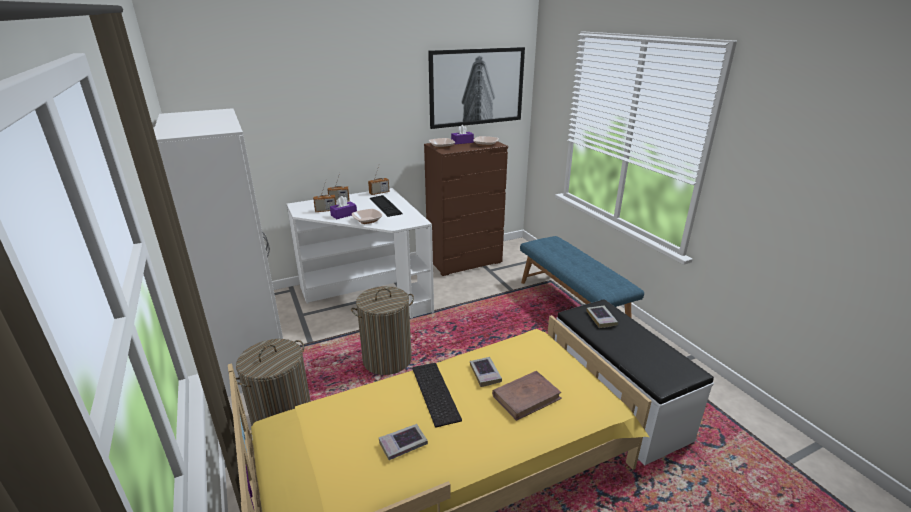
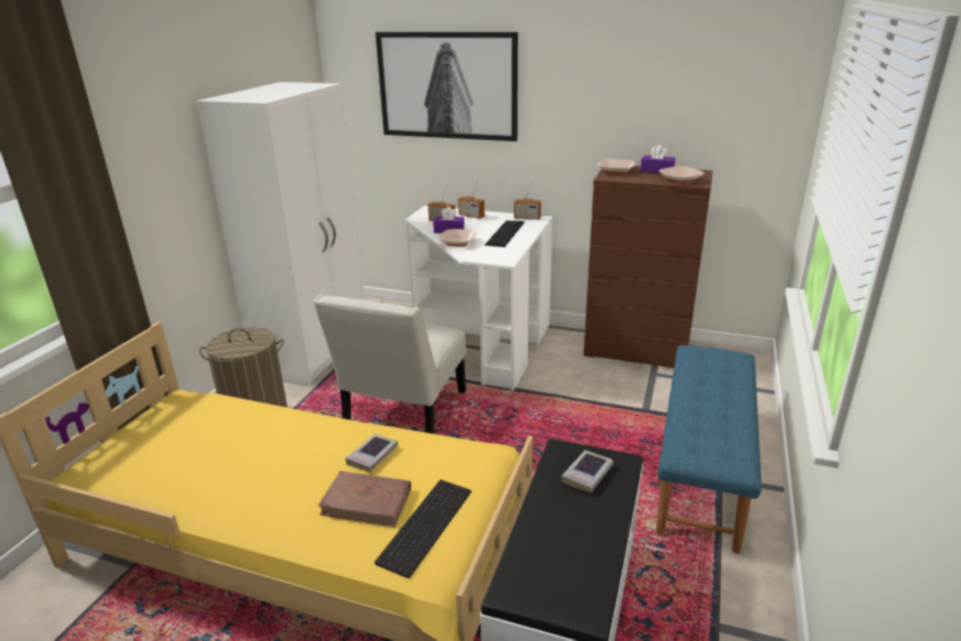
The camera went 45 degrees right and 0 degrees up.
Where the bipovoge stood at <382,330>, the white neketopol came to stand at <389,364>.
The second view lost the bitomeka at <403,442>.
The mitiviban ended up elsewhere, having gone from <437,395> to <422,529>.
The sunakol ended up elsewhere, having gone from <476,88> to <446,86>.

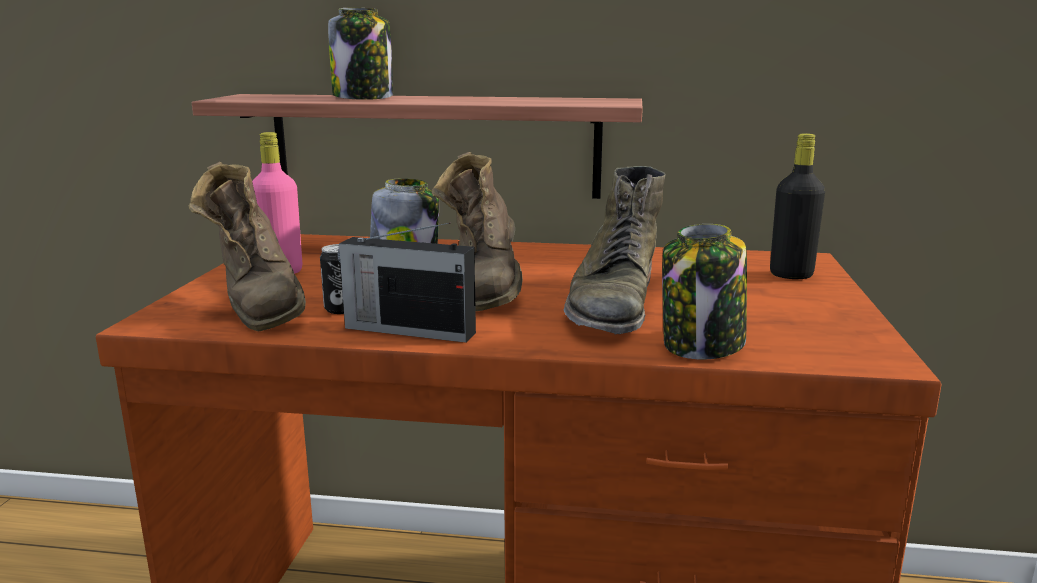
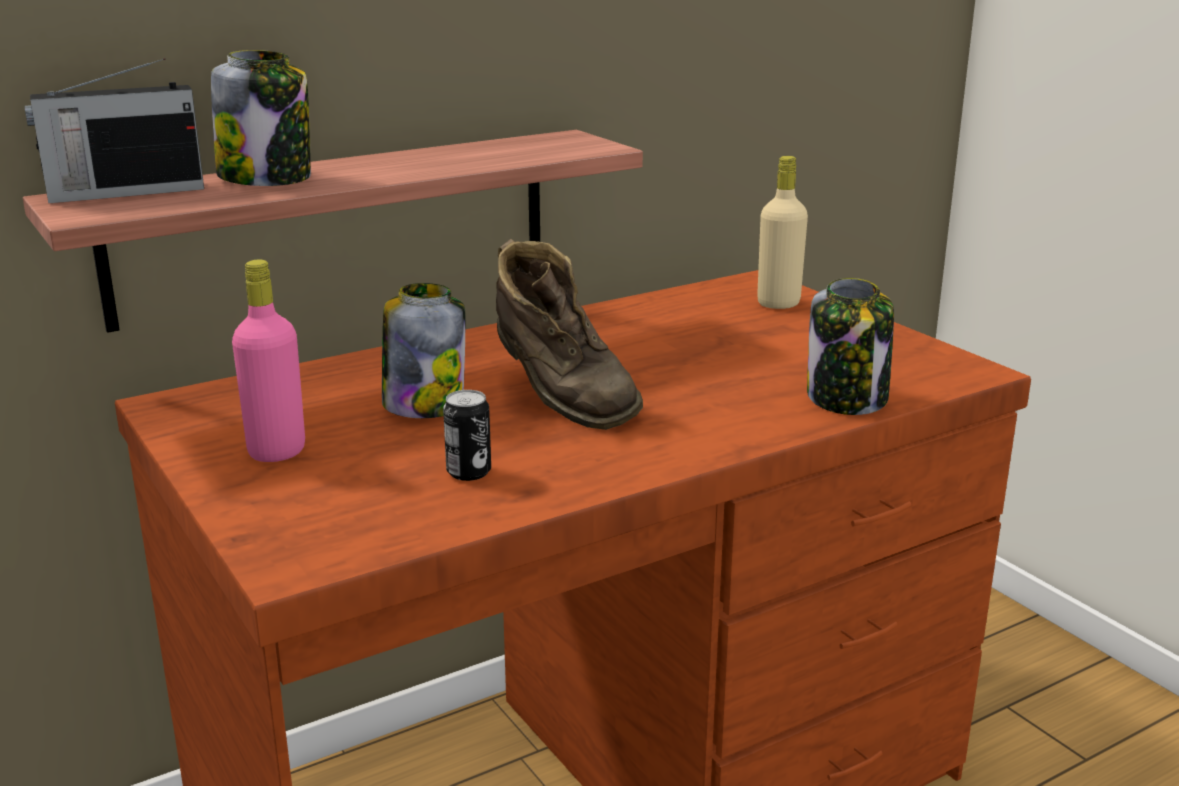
The camera went 40 degrees left and 5 degrees up.
The second view lost the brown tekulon at <247,247>.
The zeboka ended up elsewhere, having gone from <406,282> to <114,130>.
The second view lost the green tekulon at <615,250>.
What was the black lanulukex at <797,206> turned into the beige lanulukex at <782,232>.

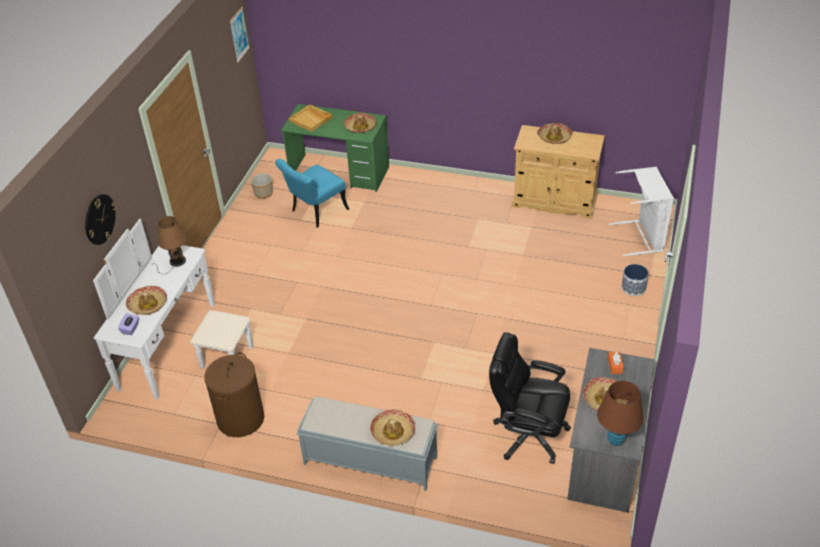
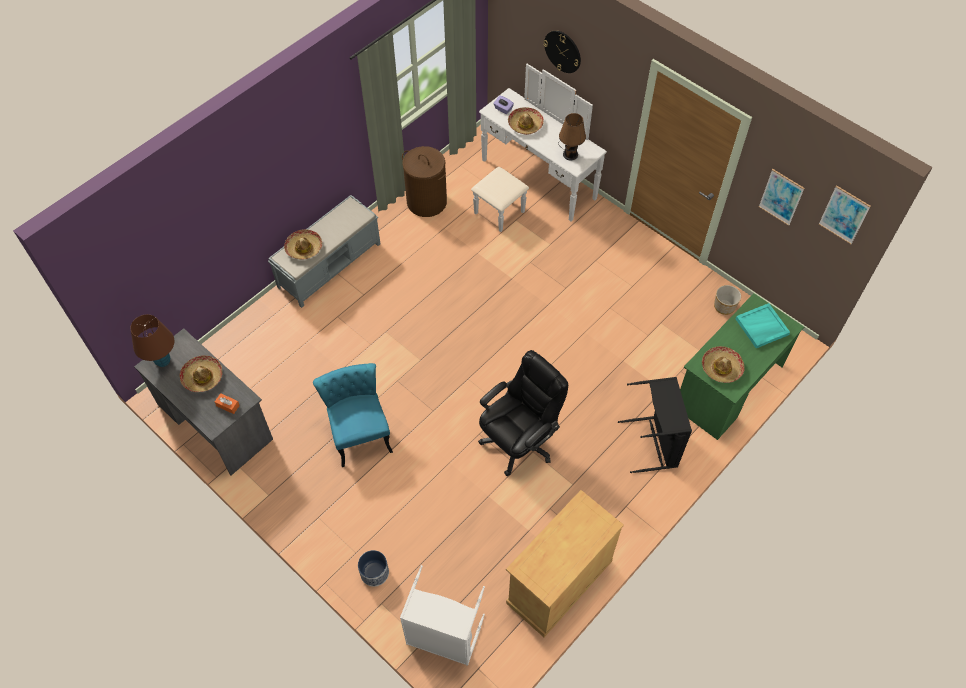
The camera went 115 degrees right and 15 degrees up.
The turquoise neketopol ended up elsewhere, having gone from <312,193> to <353,415>.
What was the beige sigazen at <310,118> turned into the turquoise sigazen at <763,325>.
The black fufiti ended up elsewhere, having gone from <530,398> to <523,413>.
The second view lost the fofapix at <554,133>.
The second view gained the black bipovoge at <655,425>.
The second view gained the sunakol at <782,197>.

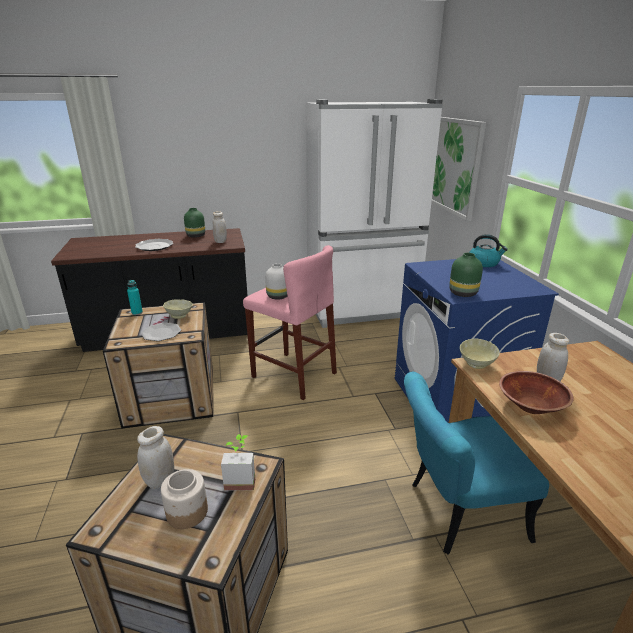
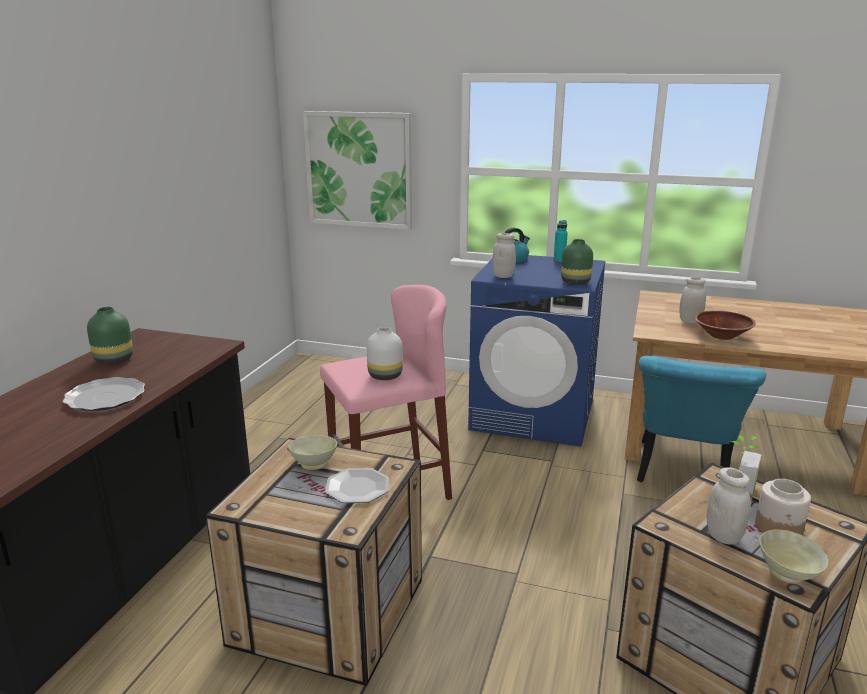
The camera went 60 degrees left and 5 degrees down.
The turquoise lanulukex ended up elsewhere, having gone from <135,297> to <561,241>.
The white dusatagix ended up elsewhere, having gone from <220,227> to <504,255>.
The second view lost the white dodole at <374,213>.
The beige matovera ended up elsewhere, having gone from <480,354> to <793,556>.

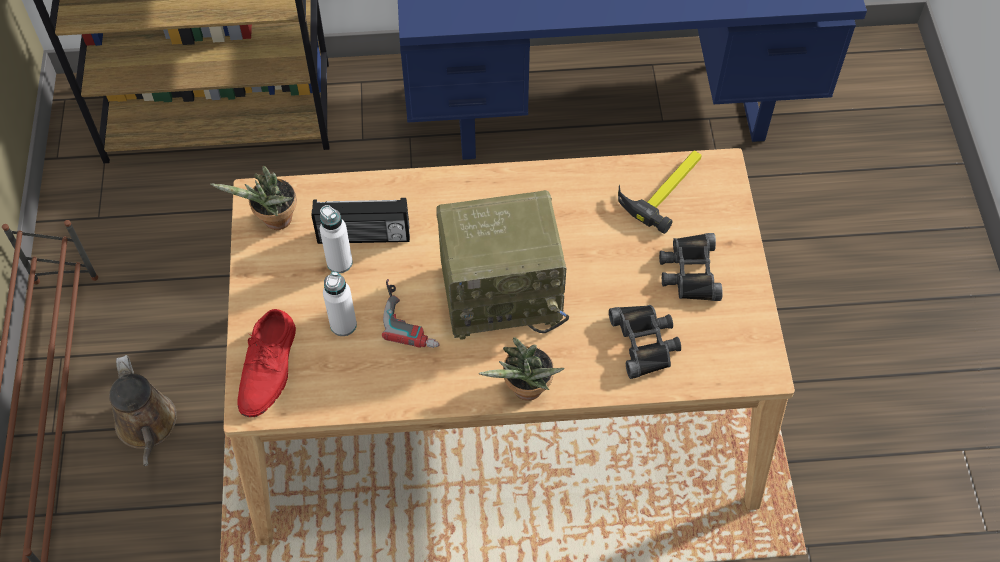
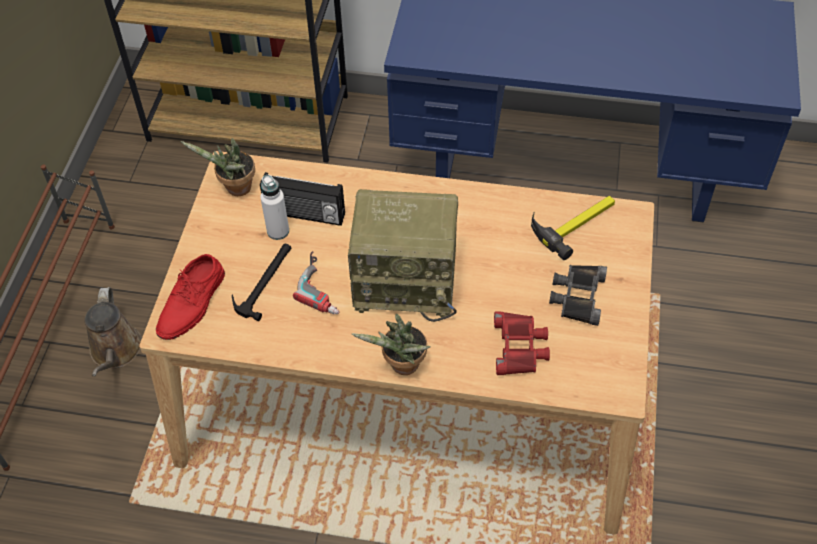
The camera went 15 degrees right and 5 degrees down.
Where the white lanulukex stood at <340,304>, the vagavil came to stand at <262,282>.
What was the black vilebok at <645,342> turned into the red vilebok at <522,343>.

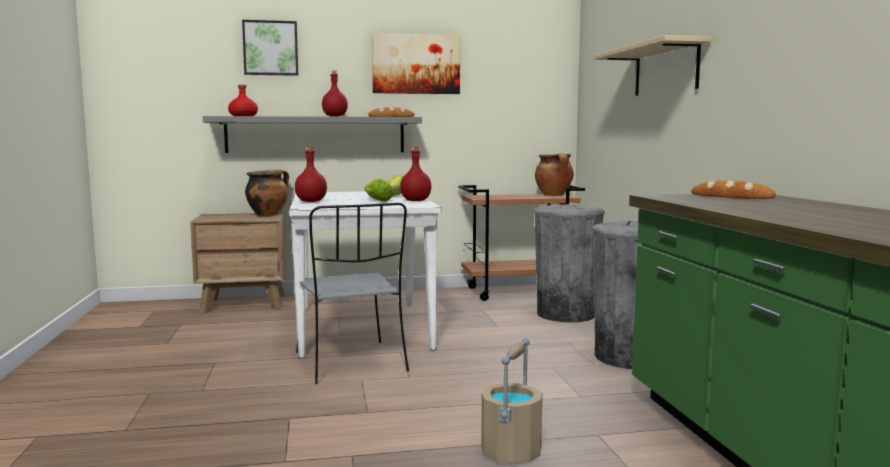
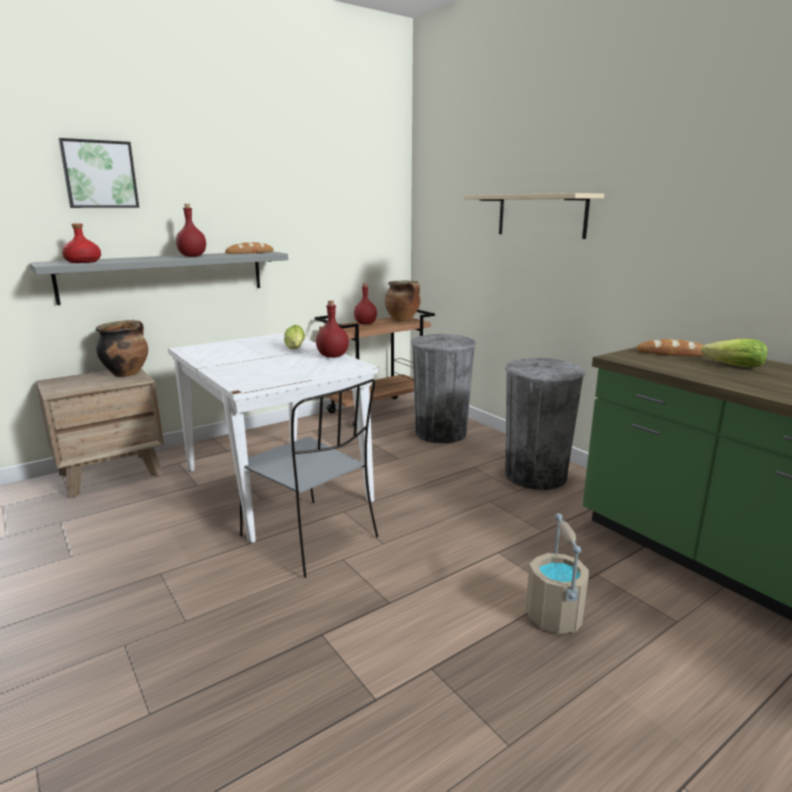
The camera went 25 degrees left and 10 degrees up.
The red lanulukex ended up elsewhere, having gone from <311,174> to <365,304>.
The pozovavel ended up elsewhere, having gone from <378,190> to <734,353>.
The second view lost the sunakol at <416,63>.

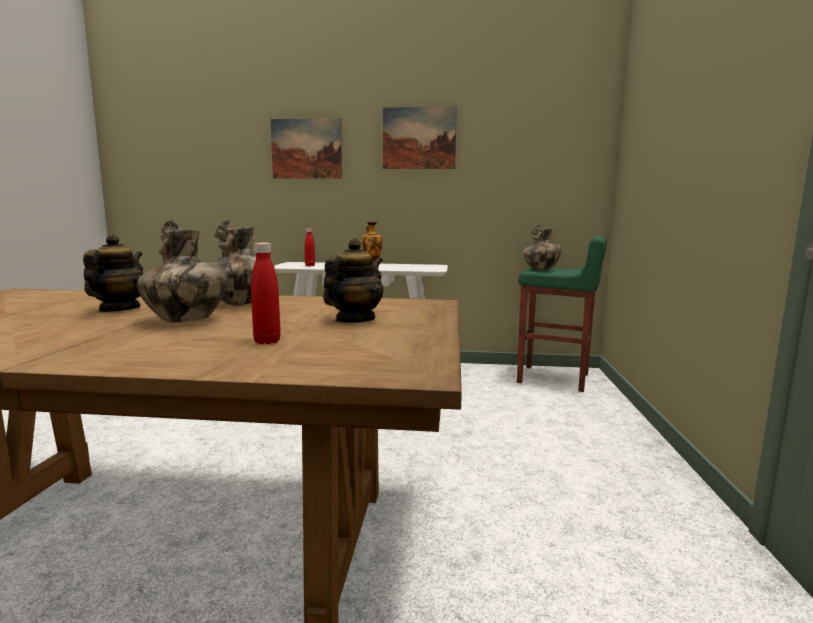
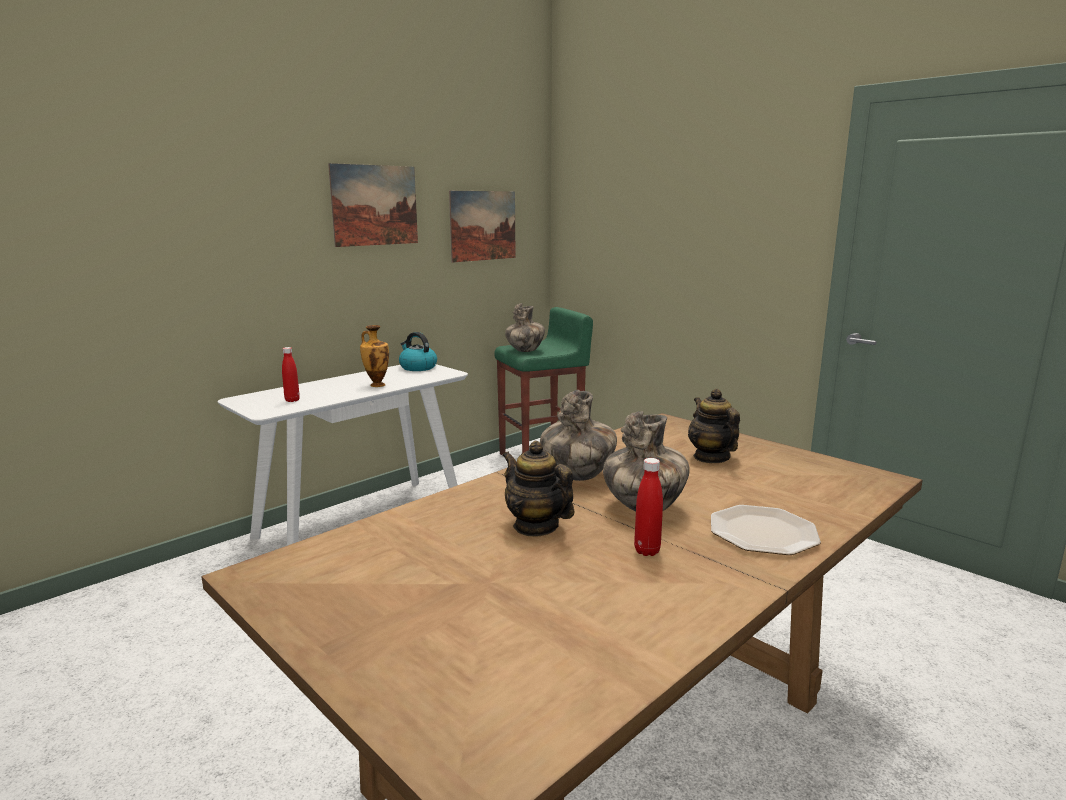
The camera went 50 degrees left and 5 degrees up.
The red lanulukex ended up elsewhere, having gone from <266,293> to <648,507>.
The sunakol ended up elsewhere, having gone from <306,148> to <482,227>.
The second view gained the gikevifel at <418,351>.
The second view gained the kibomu at <766,530>.

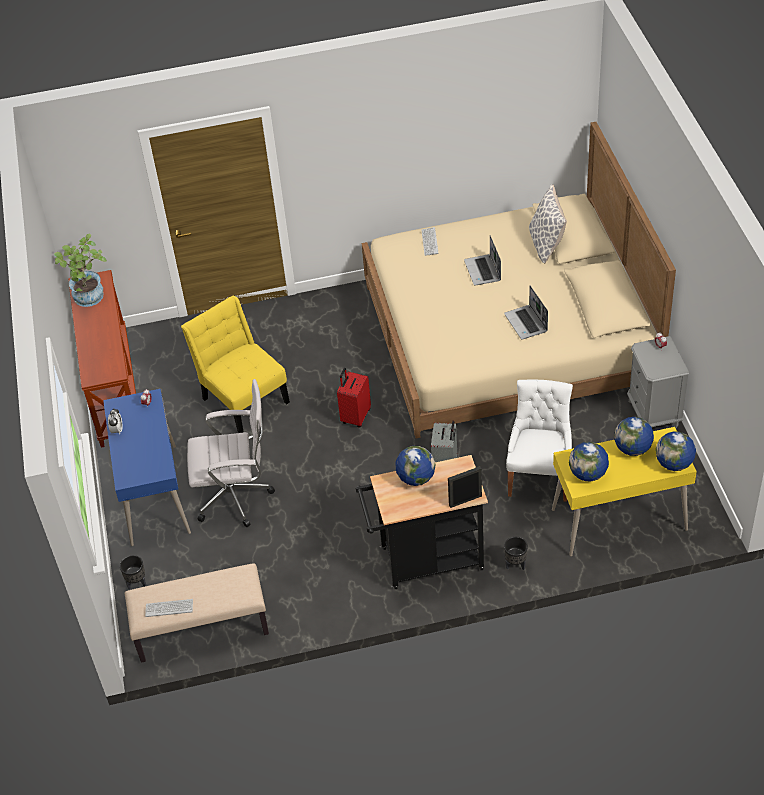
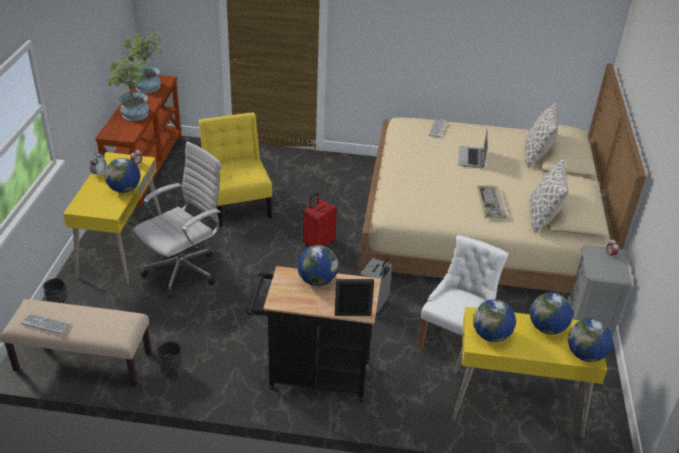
The camera went 15 degrees right and 10 degrees down.
What was the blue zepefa at <147,467> turned into the yellow zepefa at <112,218>.
The white fufiti at <231,453> ended up facing another way, 60 degrees counterclockwise from before.
Where the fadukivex stood at <526,313>, the mitiviban came to stand at <492,202>.
The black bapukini ended up elsewhere, having gone from <516,553> to <170,360>.
The second view gained the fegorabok at <123,175>.
The second view gained the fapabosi at <128,89>.
The second view gained the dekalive at <549,196>.

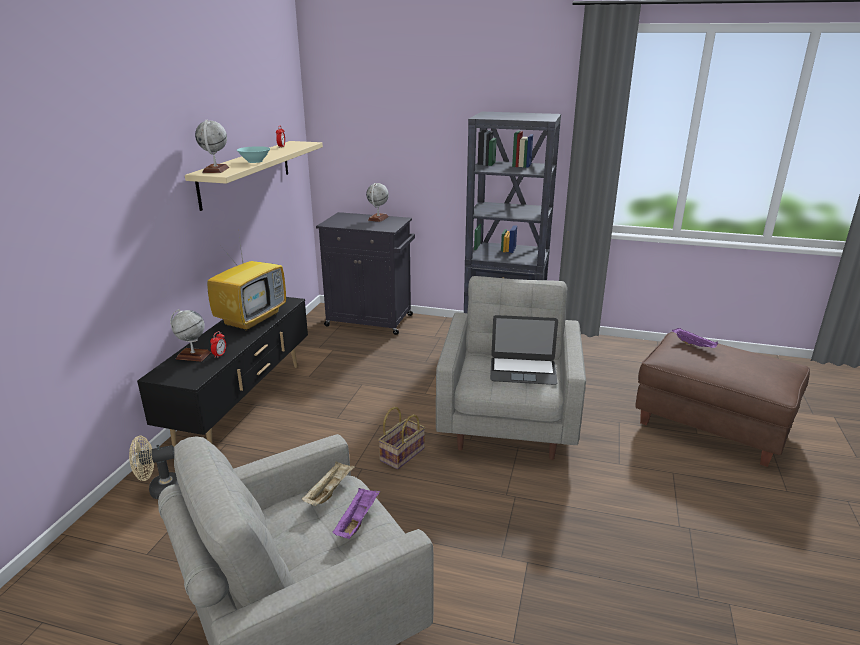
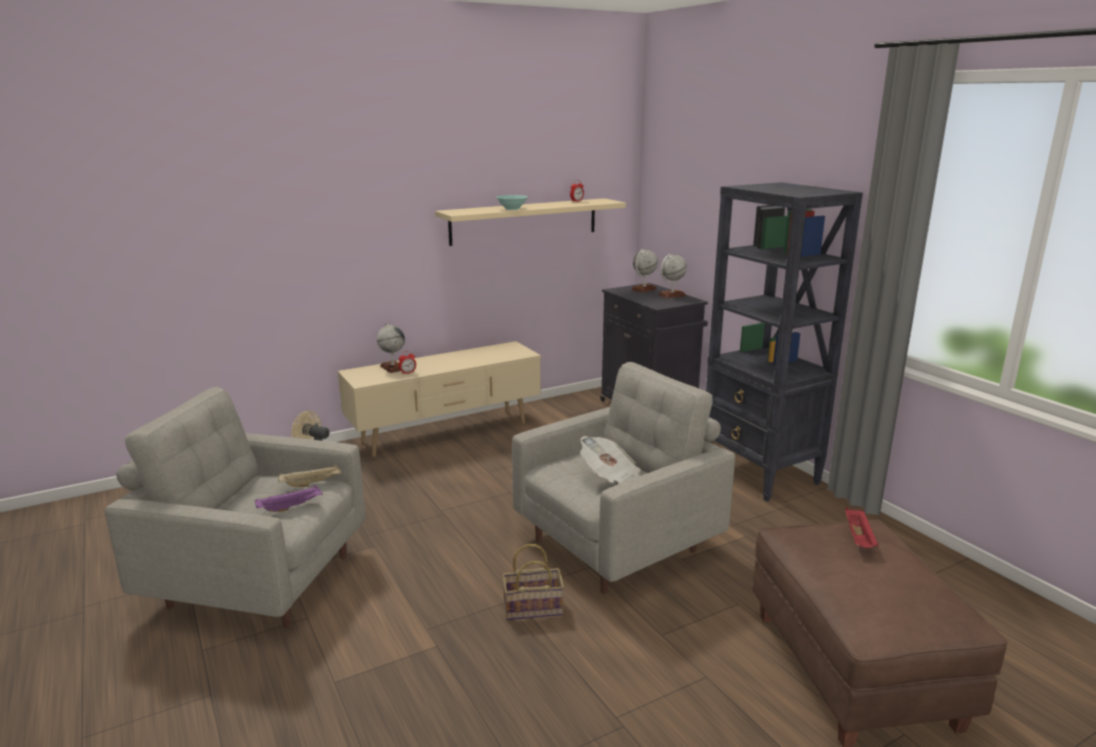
The camera went 45 degrees right and 5 degrees down.
What was the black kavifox at <222,372> turned into the beige kavifox at <439,399>.
The fegorabok ended up elsewhere, having gone from <212,146> to <644,271>.
The second view lost the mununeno at <246,283>.
The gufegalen ended up elsewhere, having gone from <401,438> to <533,582>.
Where the fadukivex stood at <524,350>, the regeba came to stand at <610,459>.
What was the purple sigazen at <695,338> turned into the red sigazen at <862,527>.

